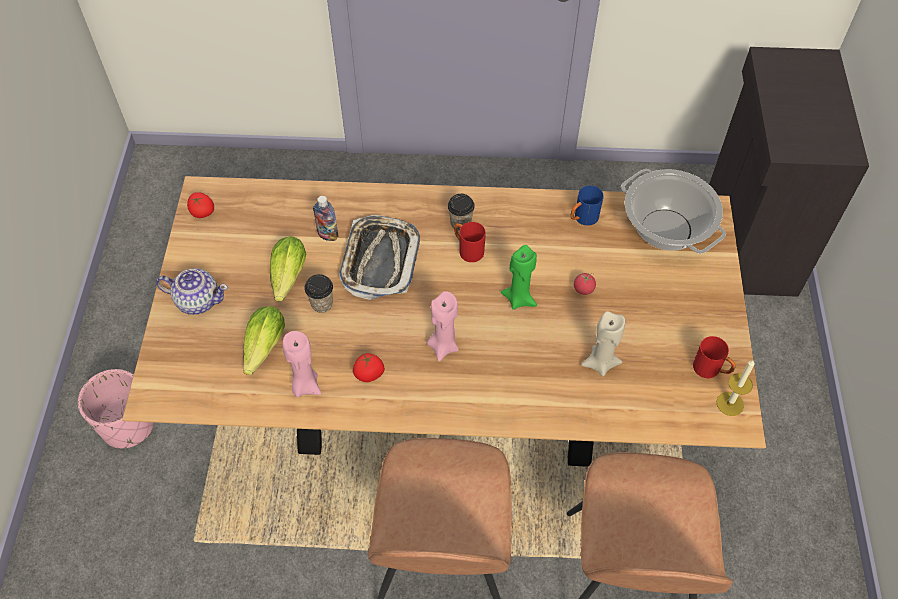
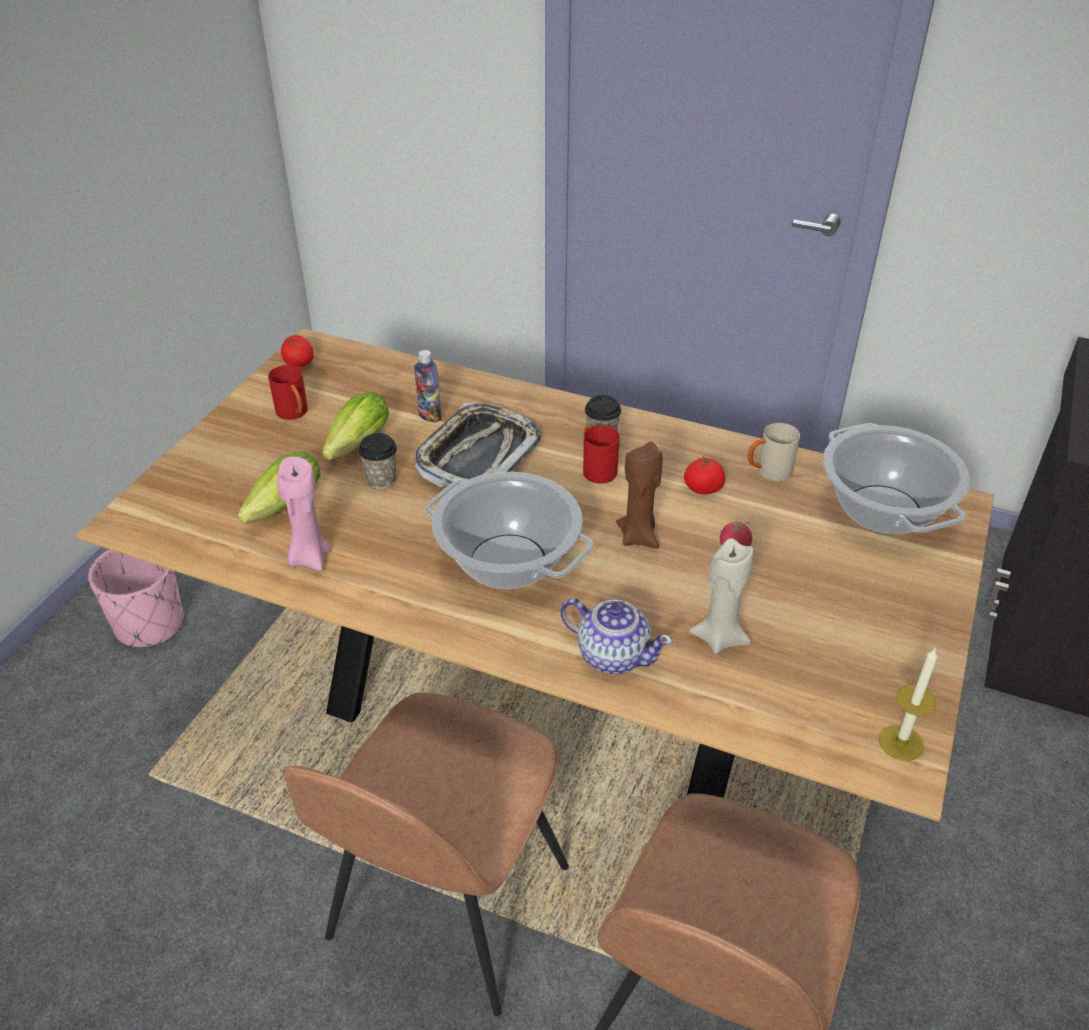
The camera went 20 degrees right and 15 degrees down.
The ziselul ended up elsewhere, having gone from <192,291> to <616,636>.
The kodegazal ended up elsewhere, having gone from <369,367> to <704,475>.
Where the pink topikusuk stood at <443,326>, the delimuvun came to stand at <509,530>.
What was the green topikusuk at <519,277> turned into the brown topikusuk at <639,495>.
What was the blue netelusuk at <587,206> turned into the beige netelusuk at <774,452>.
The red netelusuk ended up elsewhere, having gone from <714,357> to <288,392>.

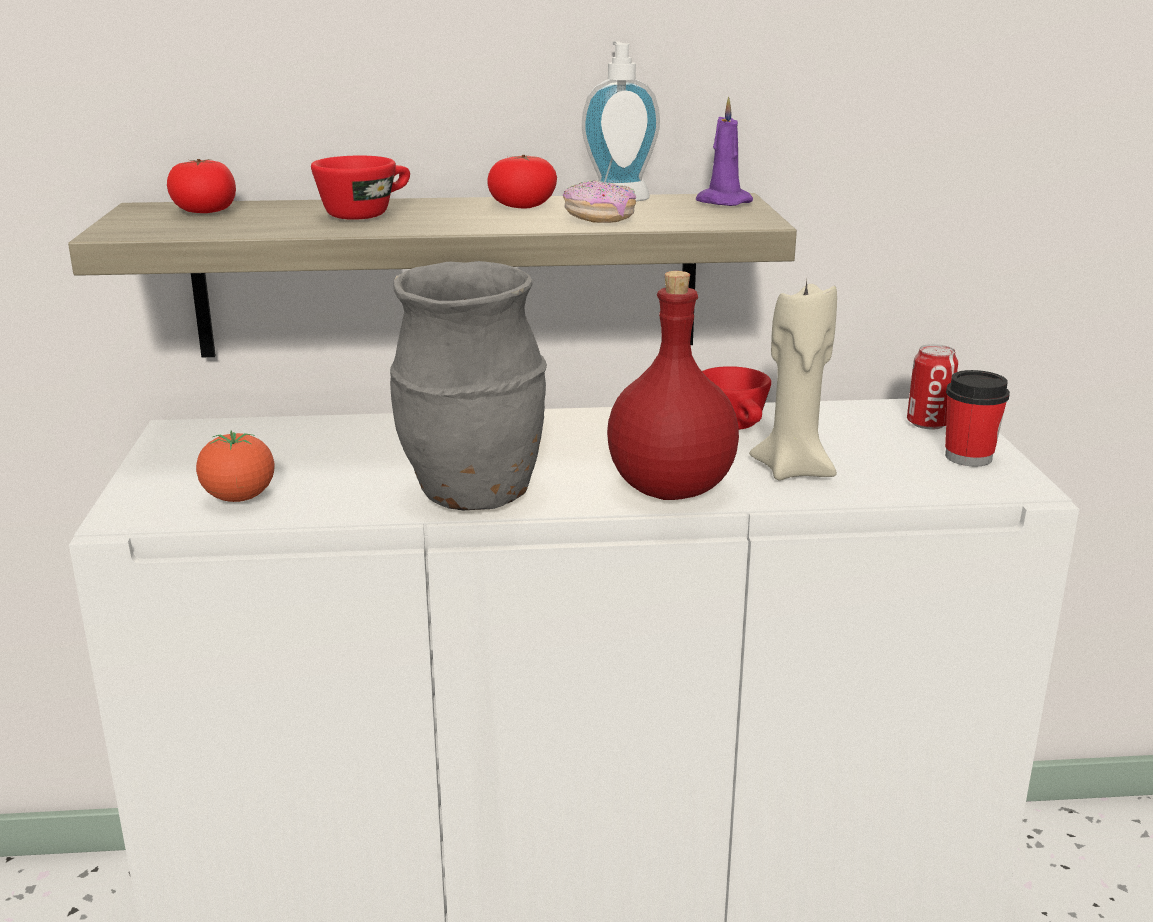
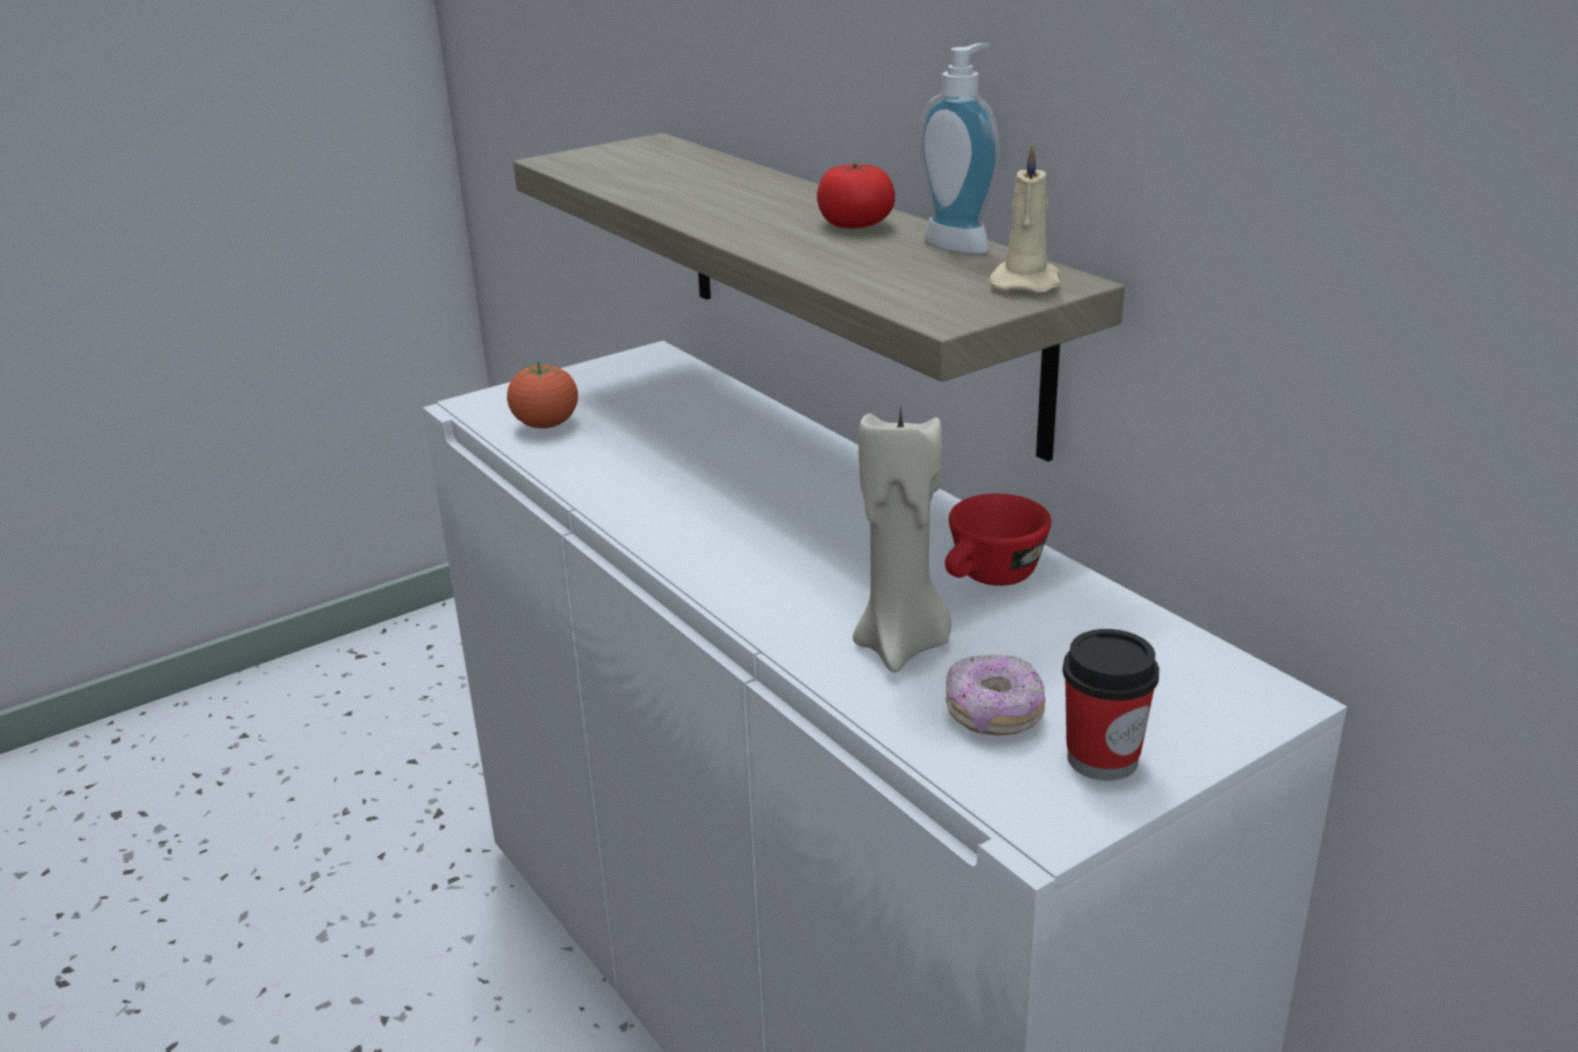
The camera went 60 degrees right and 5 degrees up.
The second view lost the kodegazal at <201,186>.
The second view lost the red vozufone at <360,188>.
The second view lost the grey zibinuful at <468,385>.
The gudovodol ended up elsewhere, having gone from <599,201> to <995,695>.
The second view lost the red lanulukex at <673,385>.
What was the purple topikusuk at <724,151> turned into the beige topikusuk at <1024,218>.
The second view lost the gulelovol at <932,387>.

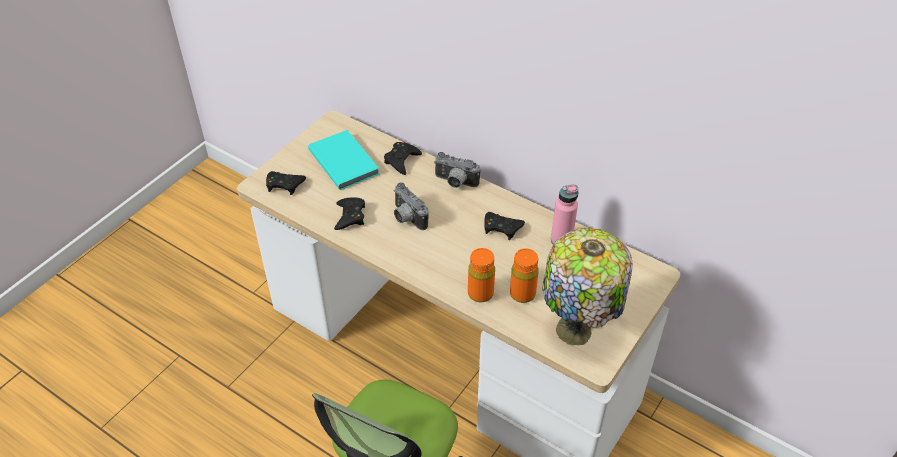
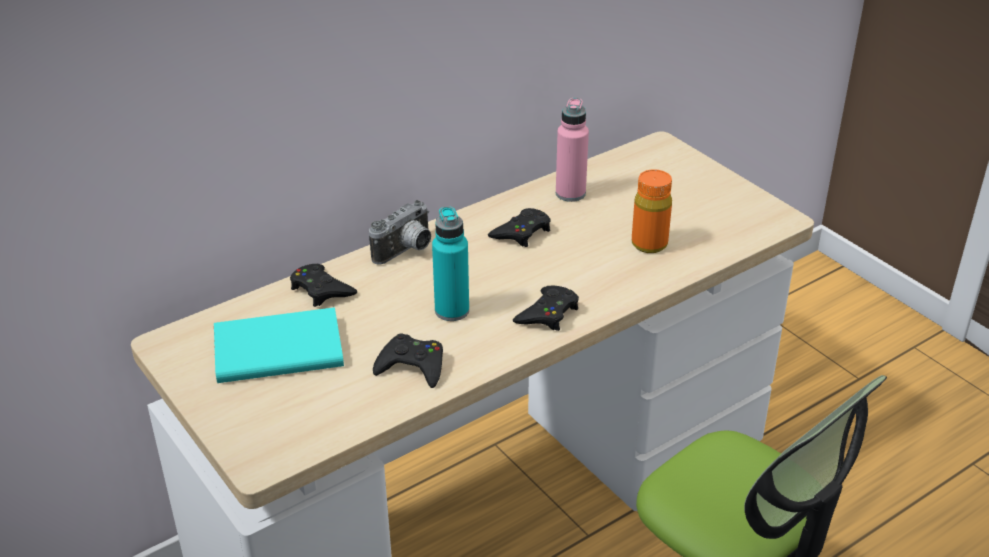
The camera went 70 degrees left and 10 degrees down.
The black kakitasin ended up elsewhere, having gone from <286,183> to <546,308>.
Where the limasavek stood at <411,206>, the turquoise lanulukex came to stand at <450,263>.
The second view lost the orange lanulukex at <481,275>.
The second view lost the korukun at <587,287>.

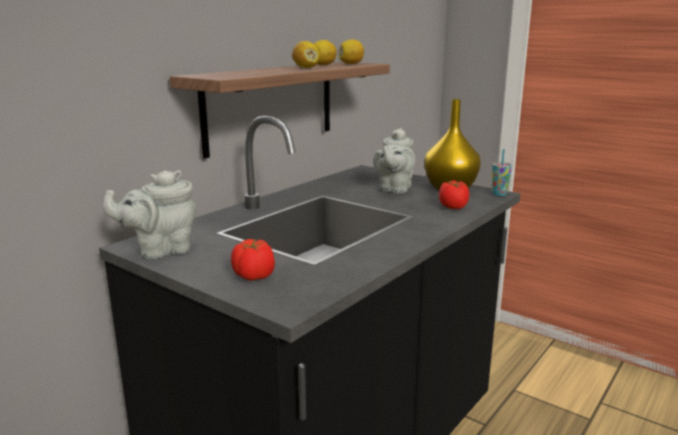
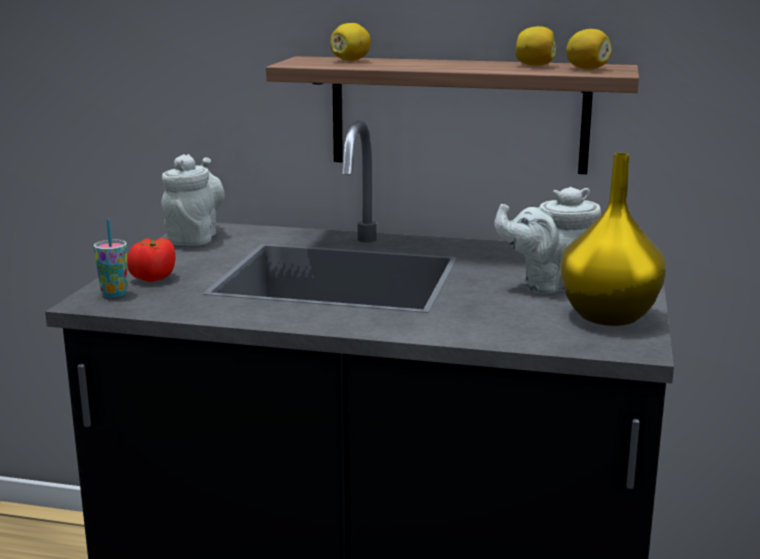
The camera went 65 degrees right and 0 degrees up.
The grey ziselul at <149,214> ended up facing another way, 60 degrees clockwise from before.
The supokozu ended up elsewhere, having gone from <306,54> to <350,42>.
The second view lost the kodegazal at <454,194>.
The vozufone ended up elsewhere, having gone from <502,172> to <111,258>.

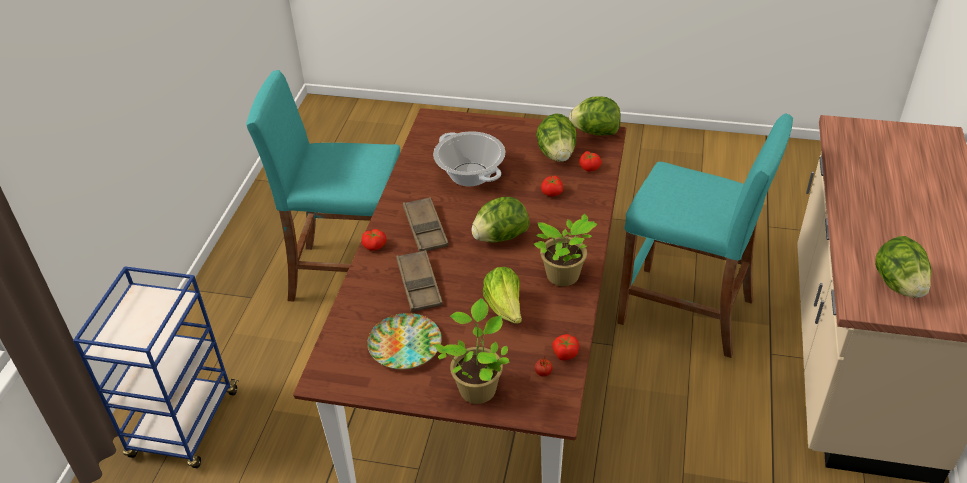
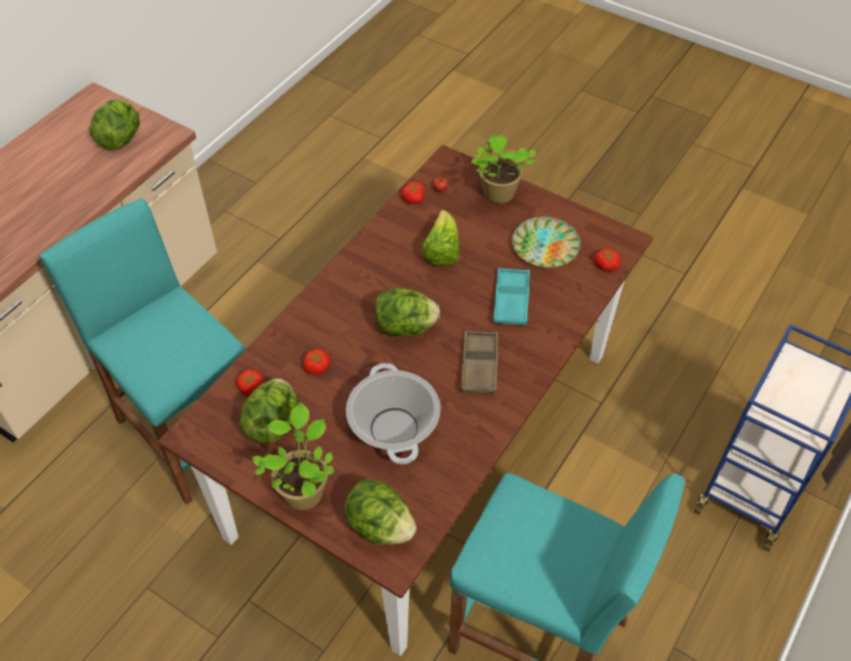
The camera went 160 degrees left and 10 degrees up.
The kodegazal ended up elsewhere, having gone from <374,240> to <607,259>.
What was the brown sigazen at <419,281> turned into the turquoise sigazen at <511,296>.
The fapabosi ended up elsewhere, having gone from <565,250> to <293,456>.
The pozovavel ended up elsewhere, having gone from <595,116> to <380,511>.

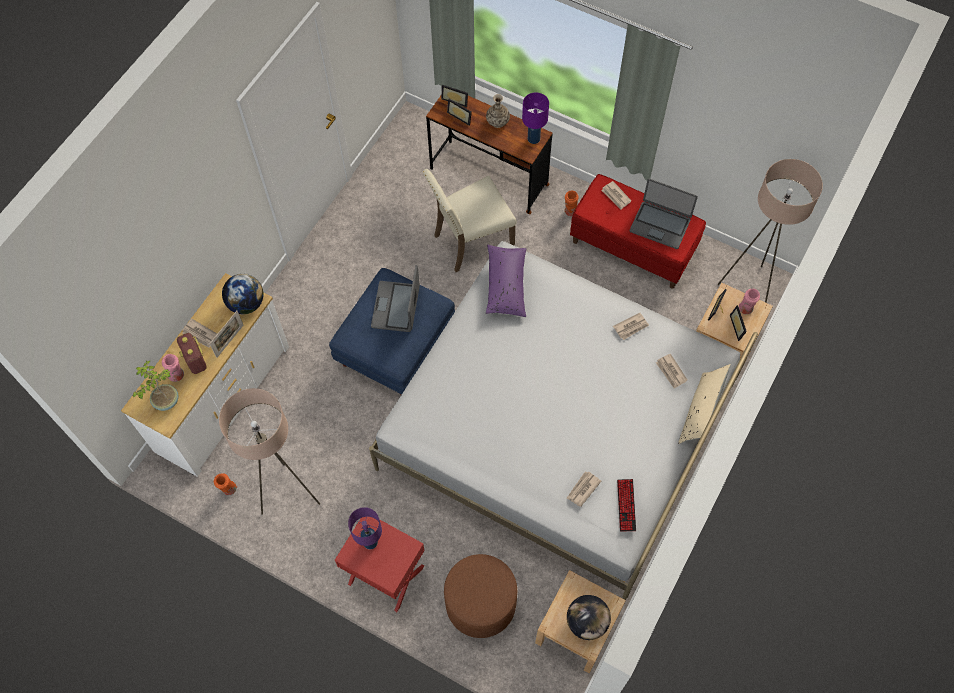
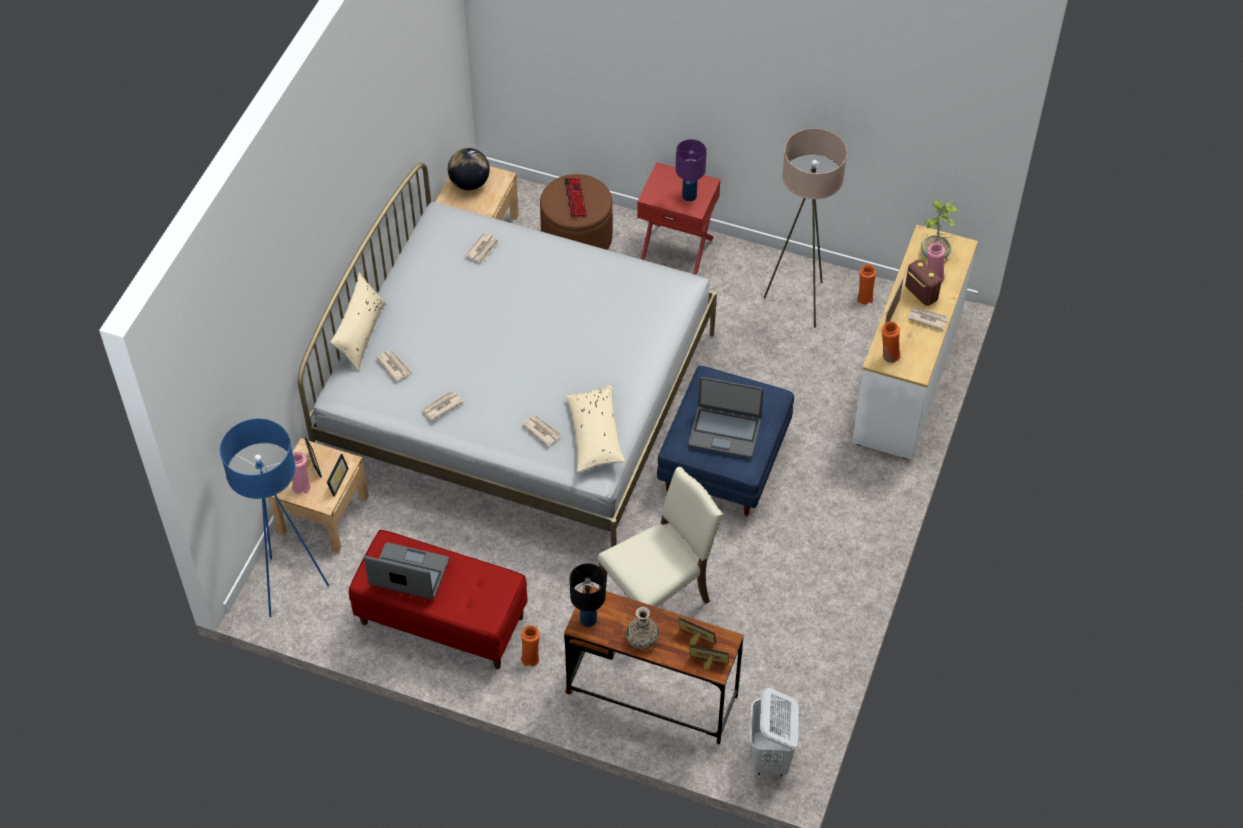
The camera went 170 degrees right and 10 degrees down.
Where the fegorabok stood at <243,294>, the orange zibinuful came to stand at <891,342>.
The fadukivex at <395,298> ended up facing another way, 105 degrees clockwise from before.
What was the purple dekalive at <506,280> turned into the beige dekalive at <595,428>.
What was the purple korukun at <535,118> turned into the black korukun at <588,595>.
The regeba ended up elsewhere, having gone from <616,195> to <542,431>.
The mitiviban ended up elsewhere, having gone from <626,505> to <575,197>.
What was the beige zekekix at <770,231> turned into the blue zekekix at <274,518>.
The second view gained the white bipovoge at <774,732>.

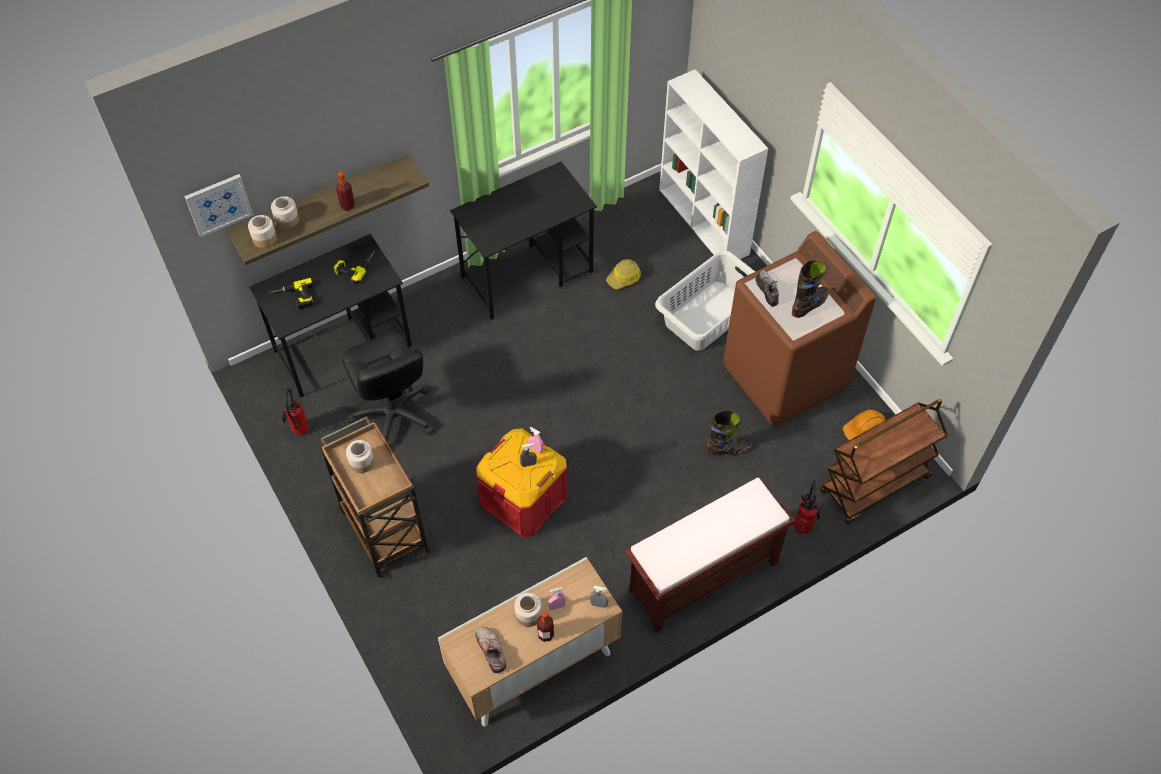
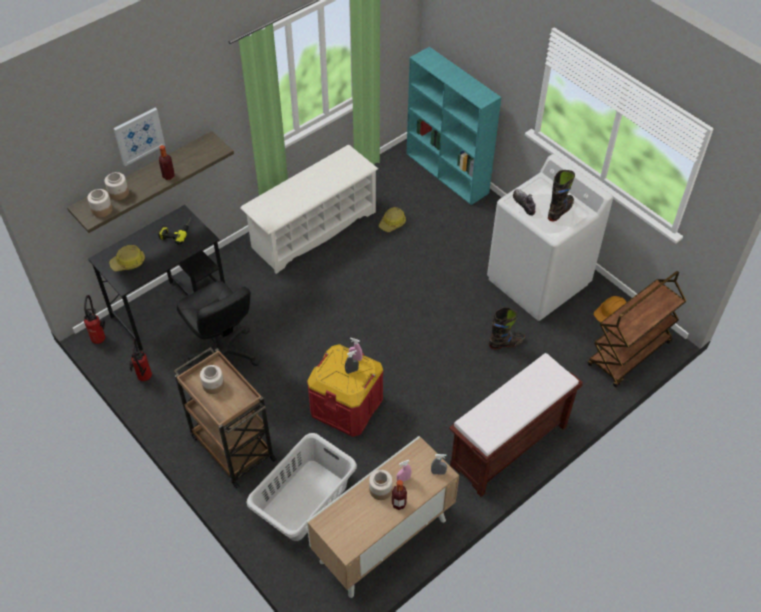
The camera went 10 degrees left and 5 degrees down.
The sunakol ended up elsewhere, having gone from <218,205> to <139,137>.
Where the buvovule stood at <291,293>, the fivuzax came to stand at <127,258>.
Where the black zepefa stood at <523,241>, the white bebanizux came to stand at <309,209>.
The second view lost the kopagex at <490,650>.
The grey bipovoge ended up elsewhere, having gone from <705,300> to <302,487>.
What was the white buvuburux at <713,164> turned into the turquoise buvuburux at <454,126>.
What was the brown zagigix at <799,329> turned into the white zagigix at <550,237>.
The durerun ended up elsewhere, having gone from <807,507> to <94,319>.

